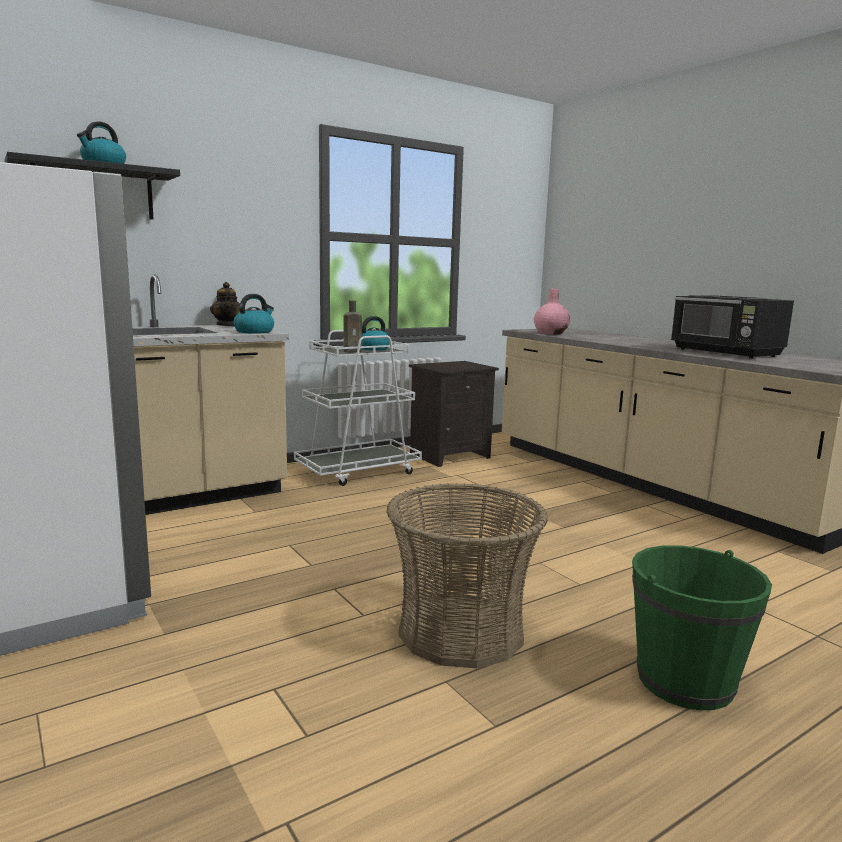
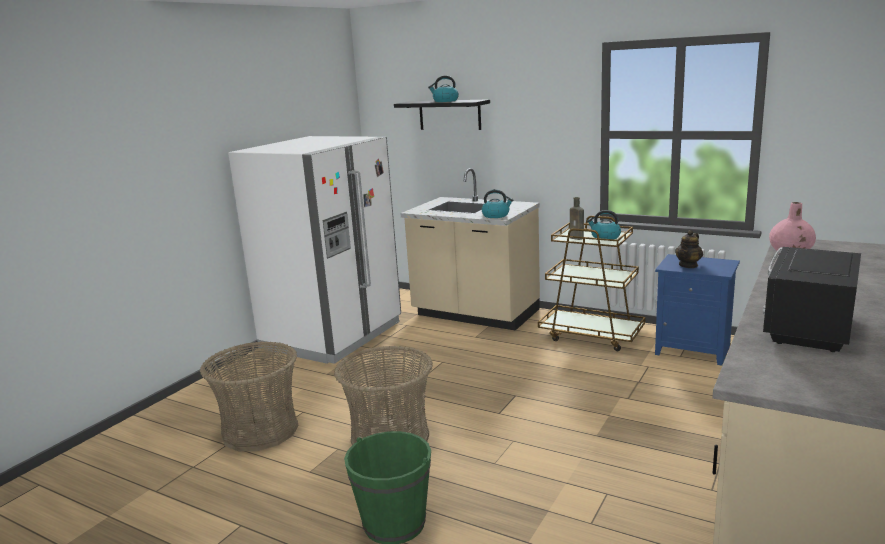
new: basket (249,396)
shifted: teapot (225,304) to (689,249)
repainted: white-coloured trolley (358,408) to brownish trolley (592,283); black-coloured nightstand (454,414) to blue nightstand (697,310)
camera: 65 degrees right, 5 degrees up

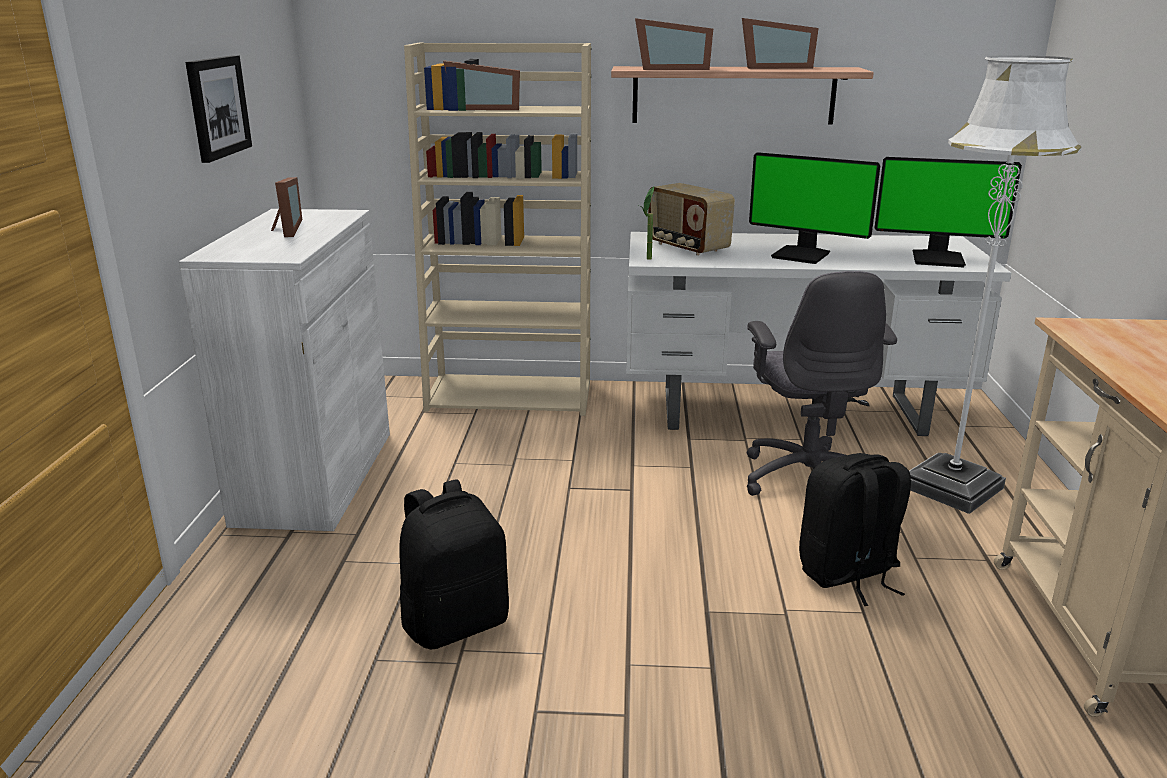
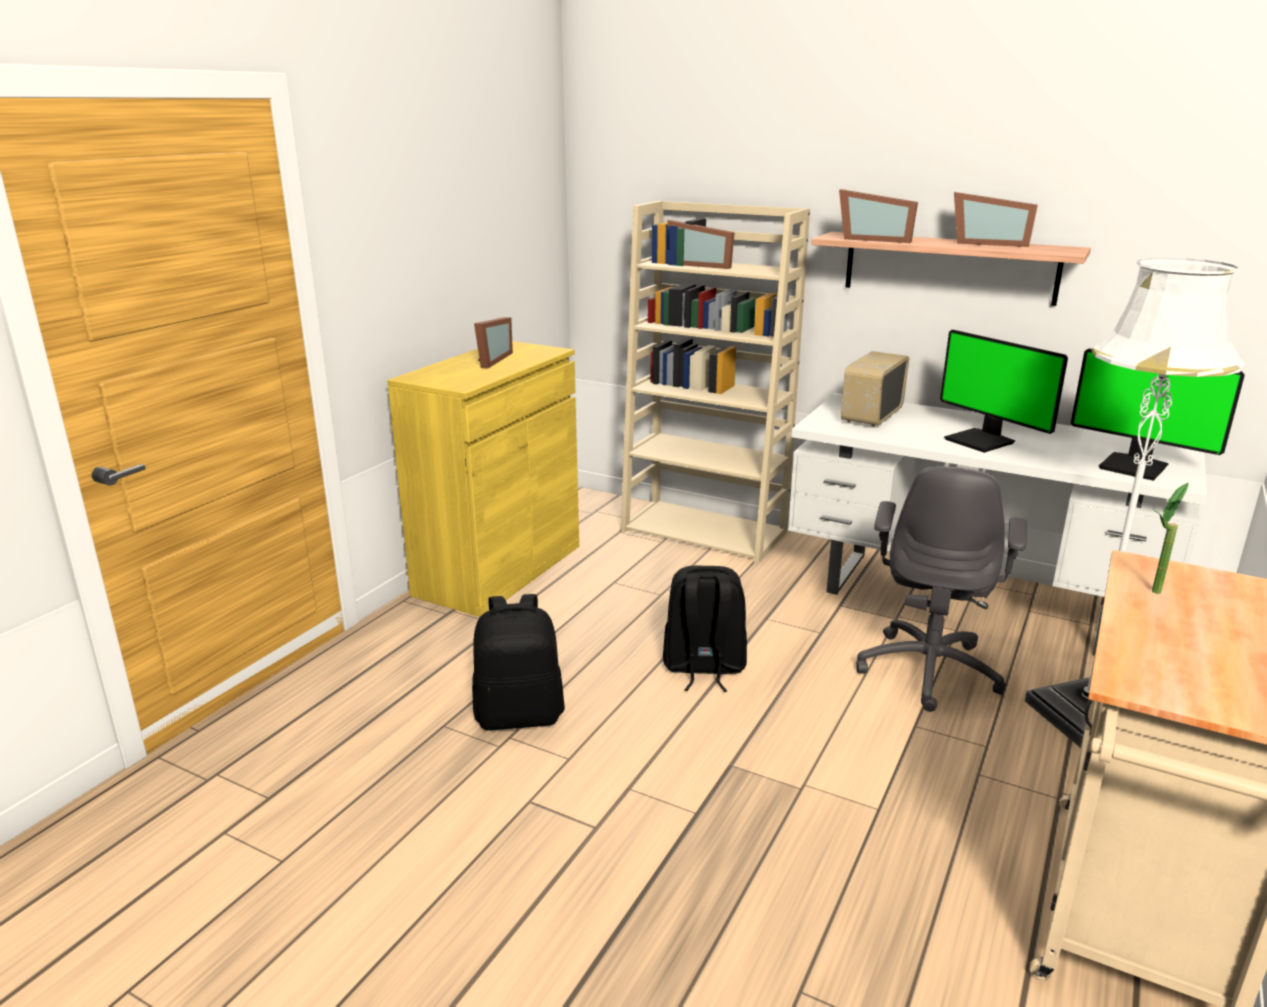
gone: picture (218,109)
shifted: potted plant (646,223) to (1170,538); black-coloured backpack (855,529) to (705,629)
repainted: white-coloured storage cabinet (284,370) to yellow-coloured storage cabinet (483,479)
rotated: radio (691,219) = (875,389) 45 degrees clockwise
camera: 25 degrees right, 0 degrees up

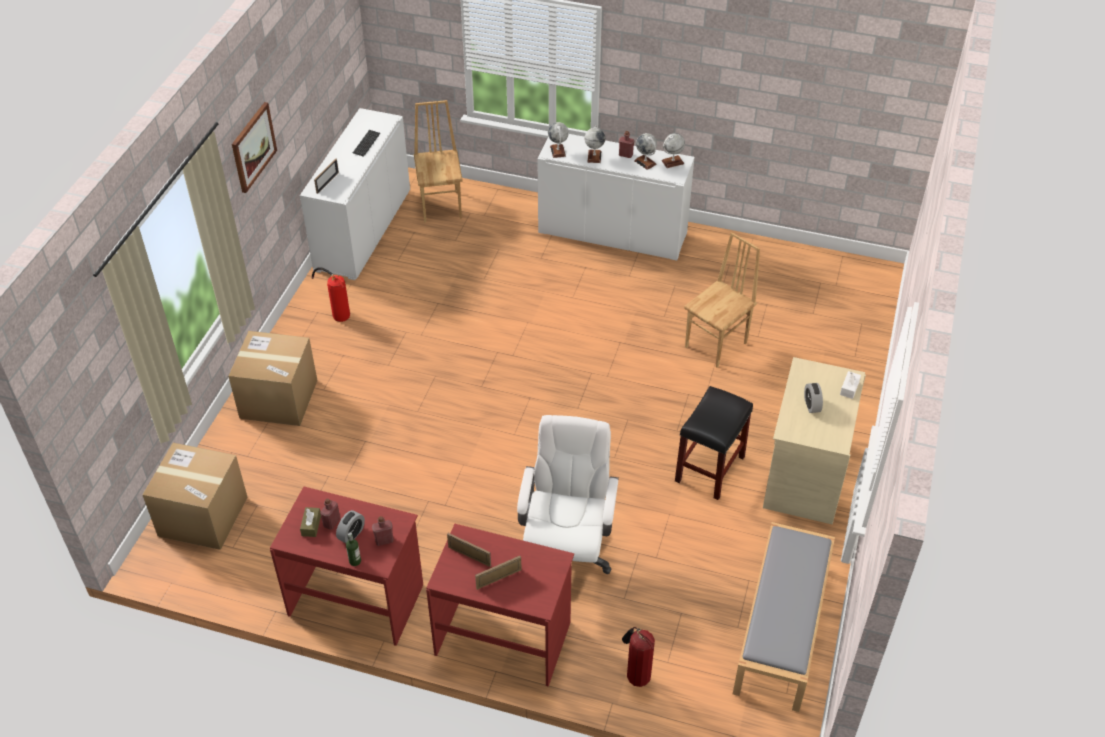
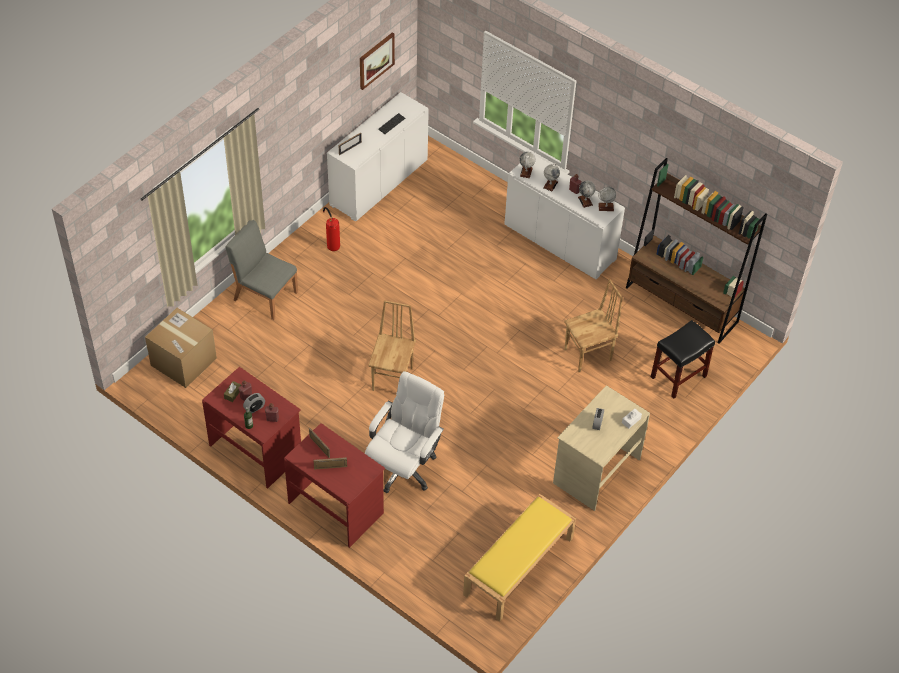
gone: extinguisher (638,657)
new: brownish bookcase (696,251)
shifted: picture (254,147) to (377,61); brownish plain chair (438,161) to (392,345); black-coloured sitting stool (714,443) to (683,359)
swapped: carton (273,378) to greyish plain chair (262,270)
repainted: greyish bench (784,617) to yellow-coloured bench (519,557)
camera: 20 degrees right, 5 degrees up

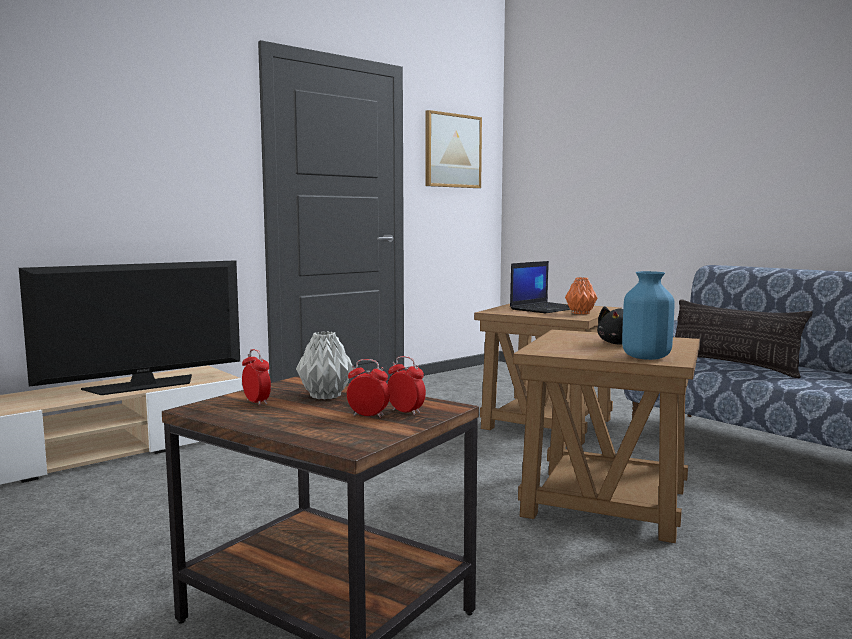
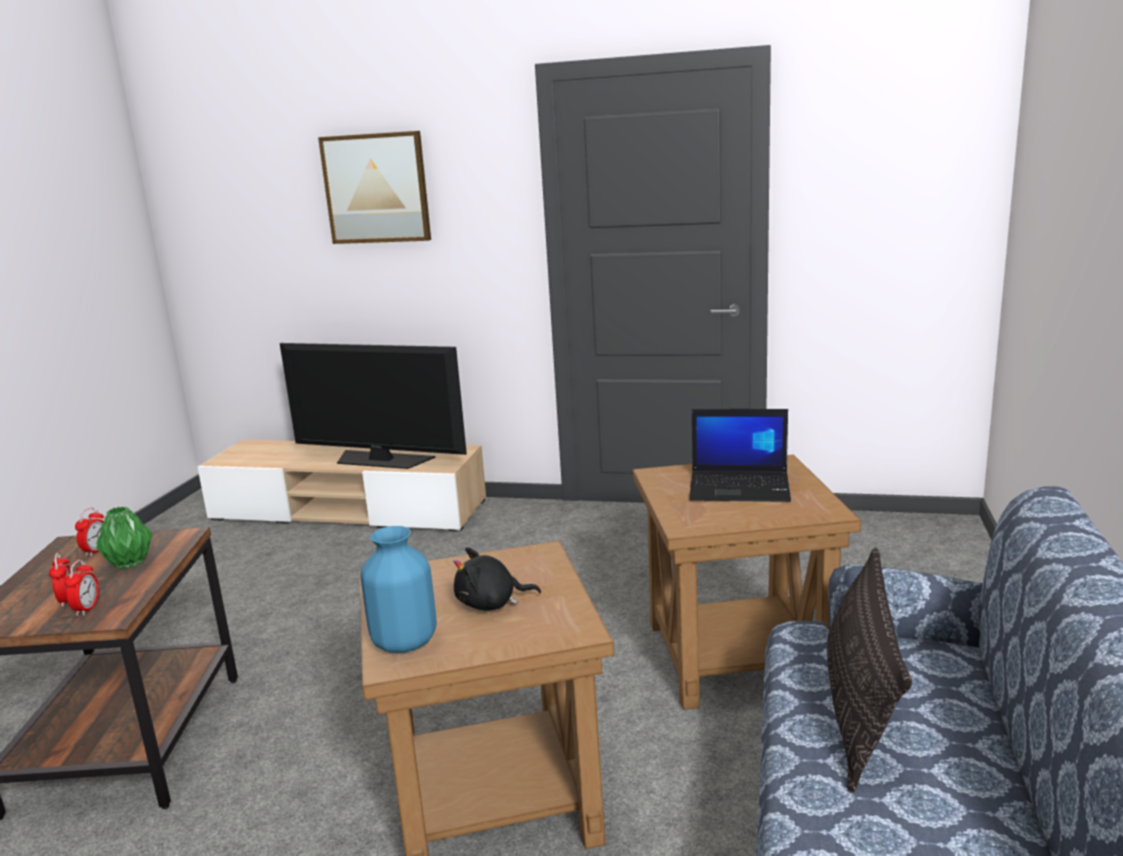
gone: orange decorative vase (581,295)
shifted: picture (454,149) to (374,187)
repainted: greyish decorative vase (324,365) to greenish decorative vase (124,537)
camera: 55 degrees right, 10 degrees up

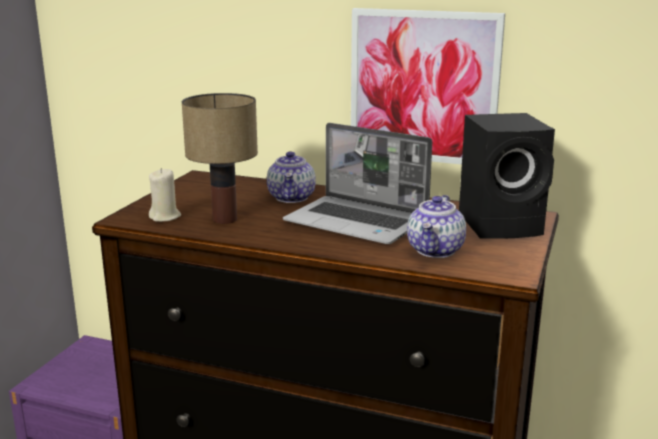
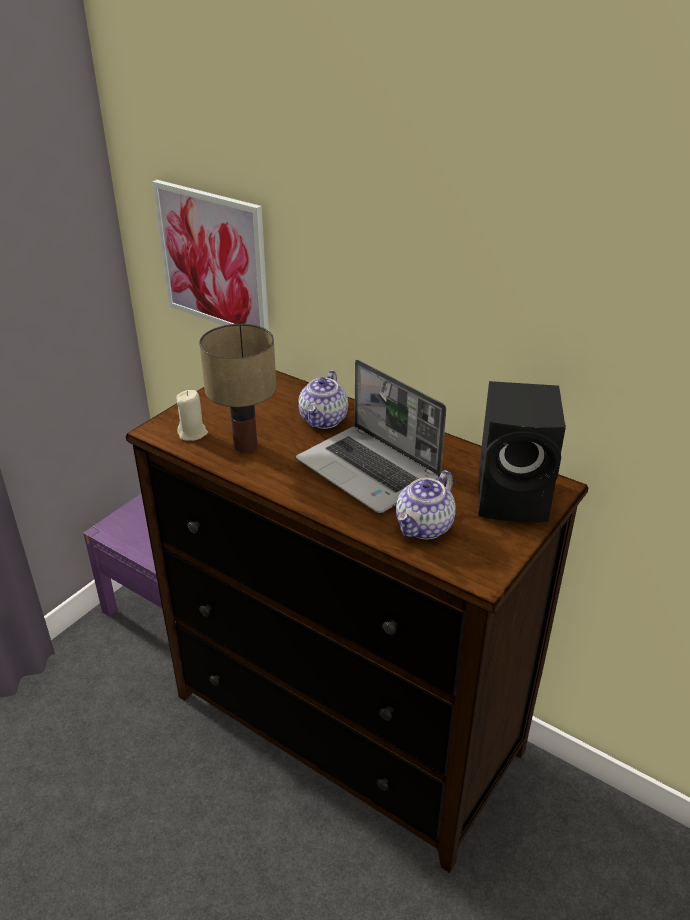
shifted: picture (428,86) to (210,255)
camera: 15 degrees right, 15 degrees up

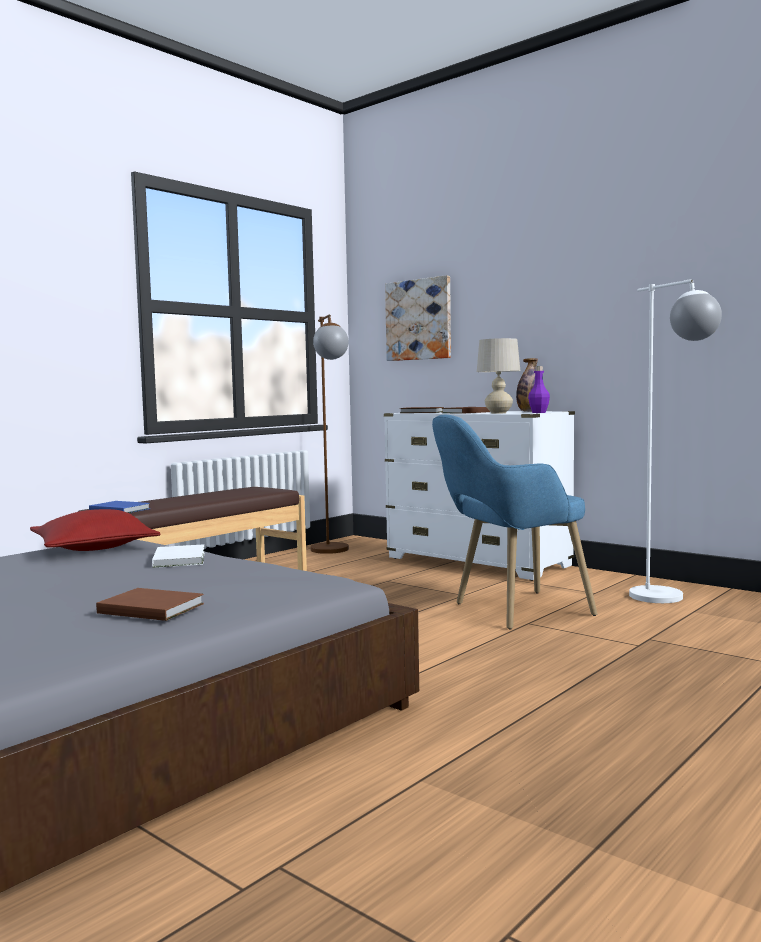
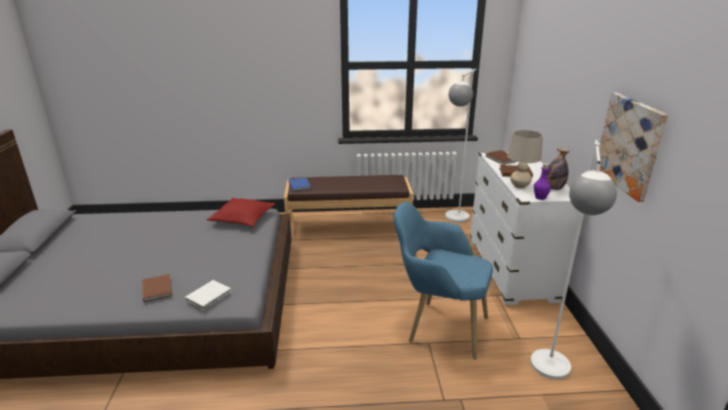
shifted: white-coloured volume (178,556) to (208,295); picture (418,318) to (631,147)
repainted: brownish standing lamp (330,434) to white-coloured standing lamp (461,146)
camera: 45 degrees right, 20 degrees up

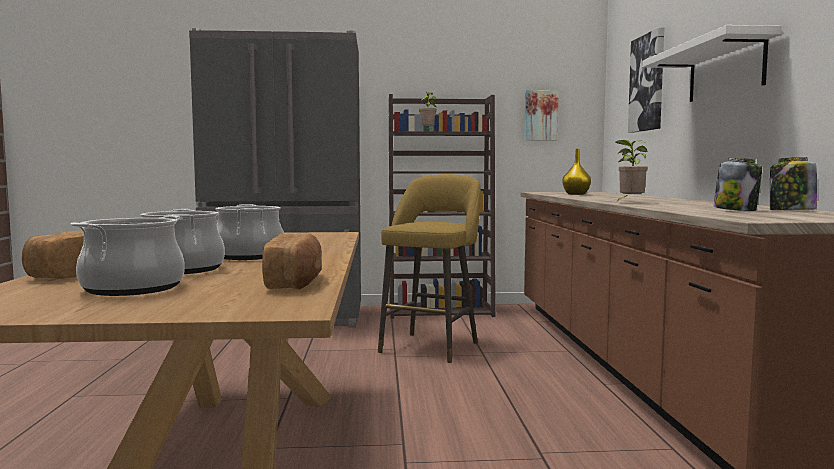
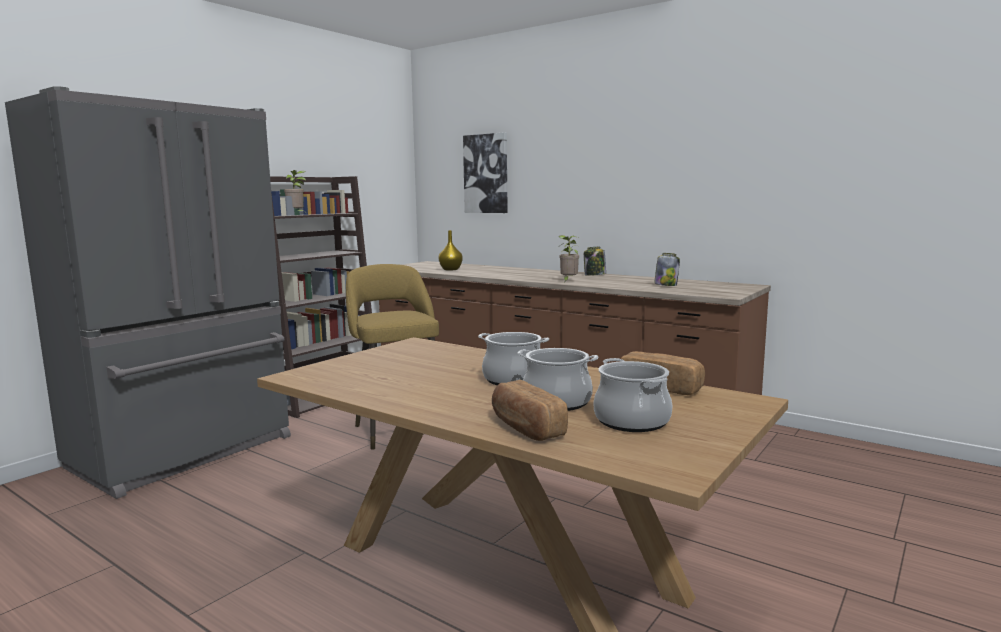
gone: picture (541,115); white-coloured shelf (712,63)
shifted: preserve jar (793,183) to (595,261)
camera: 50 degrees left, 5 degrees up

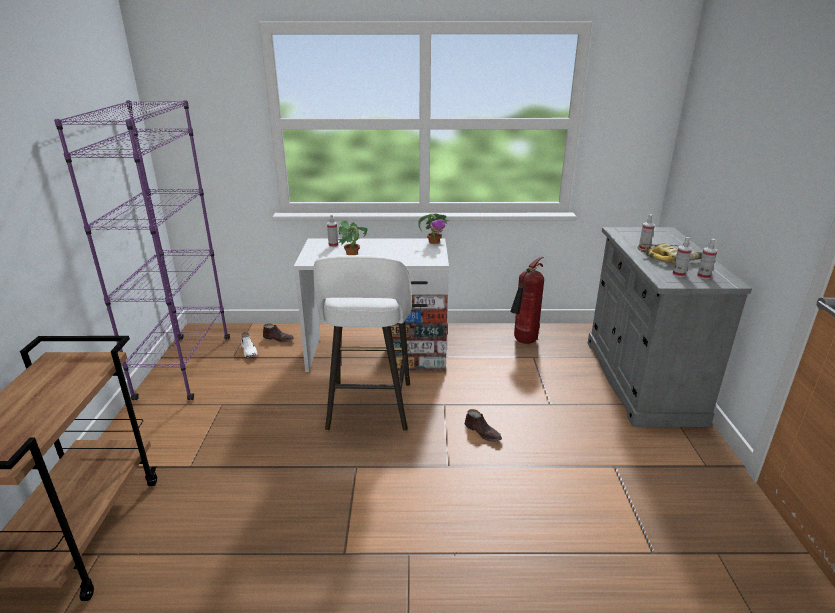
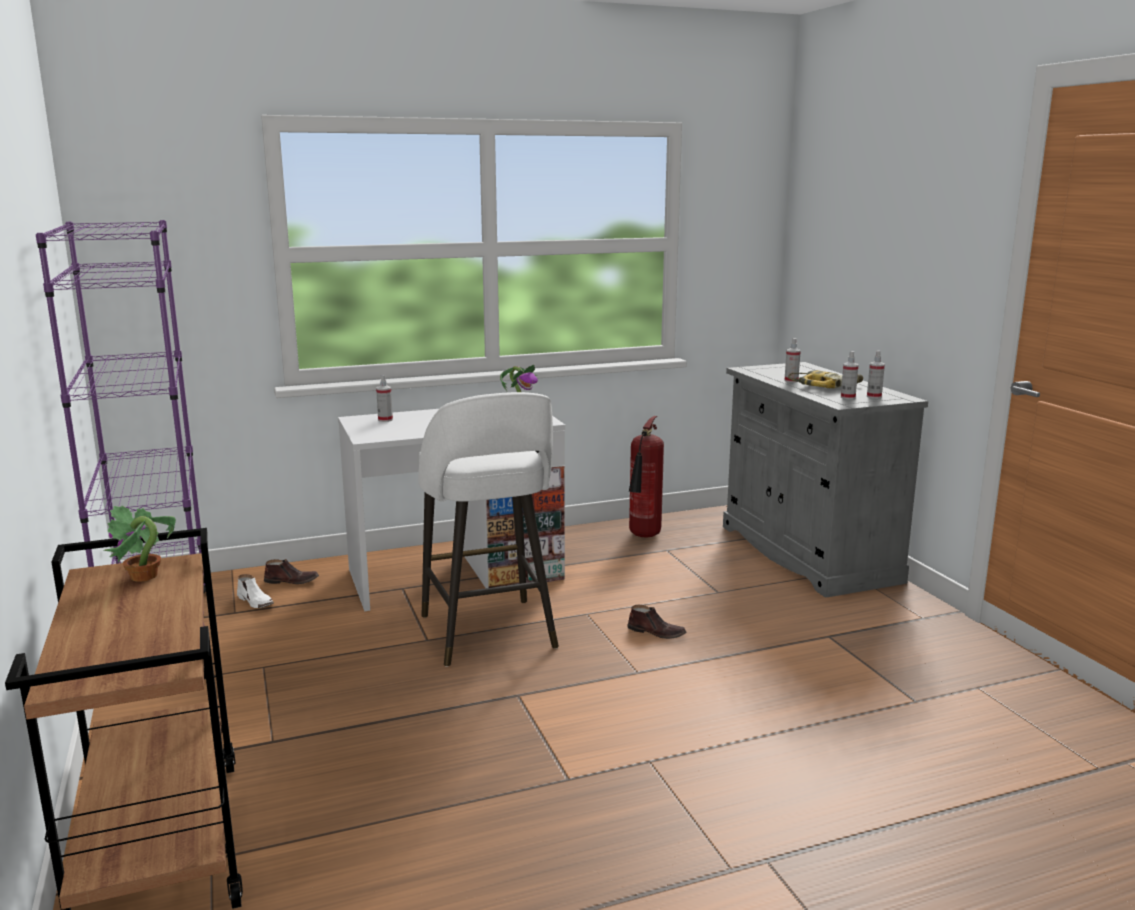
shifted: potted plant (352,237) to (140,543)
camera: 20 degrees left, 10 degrees down

